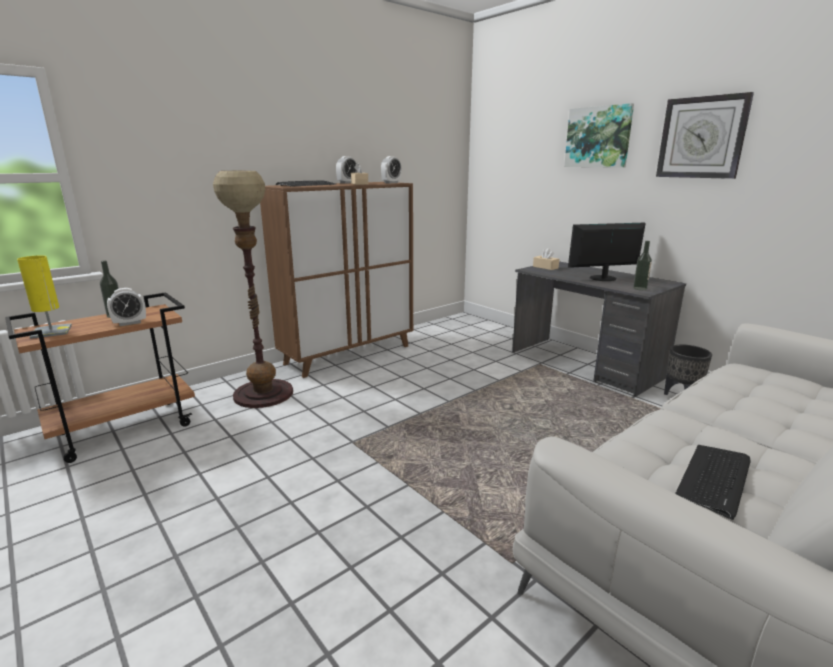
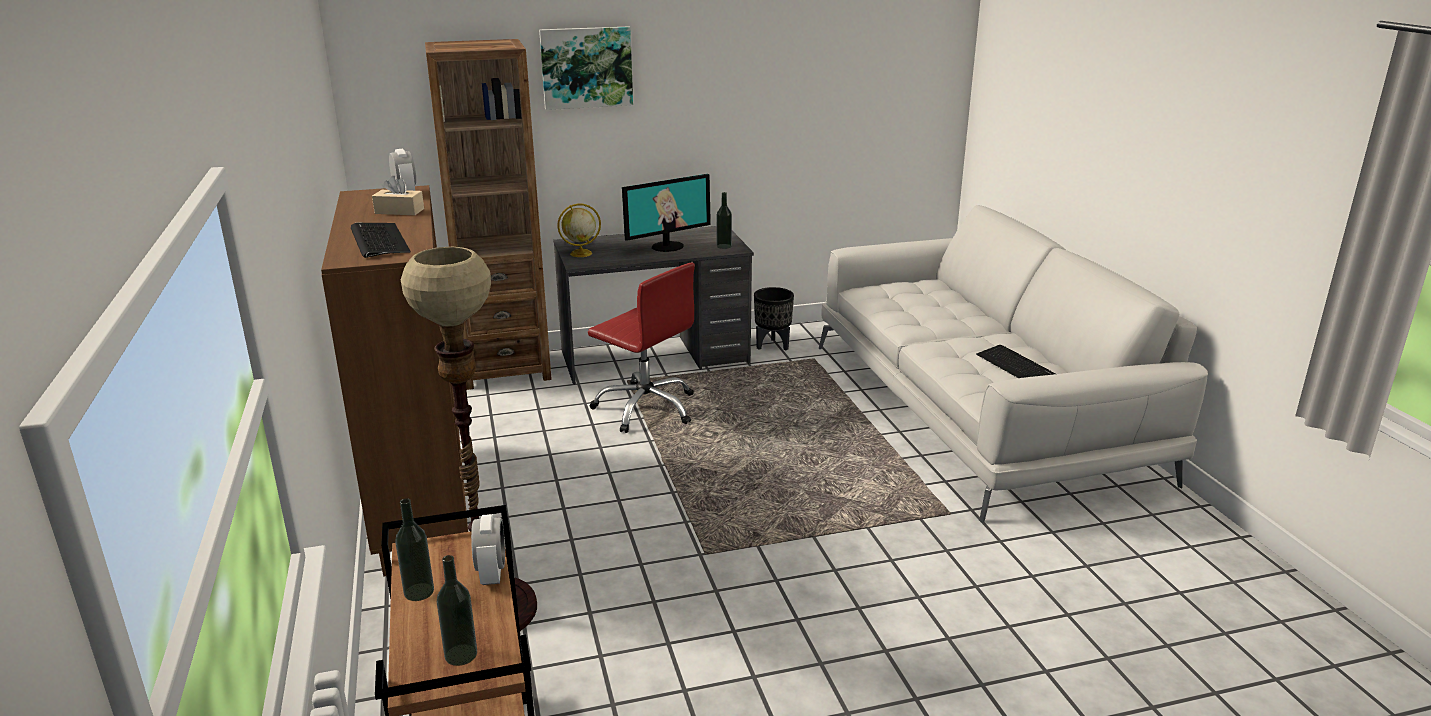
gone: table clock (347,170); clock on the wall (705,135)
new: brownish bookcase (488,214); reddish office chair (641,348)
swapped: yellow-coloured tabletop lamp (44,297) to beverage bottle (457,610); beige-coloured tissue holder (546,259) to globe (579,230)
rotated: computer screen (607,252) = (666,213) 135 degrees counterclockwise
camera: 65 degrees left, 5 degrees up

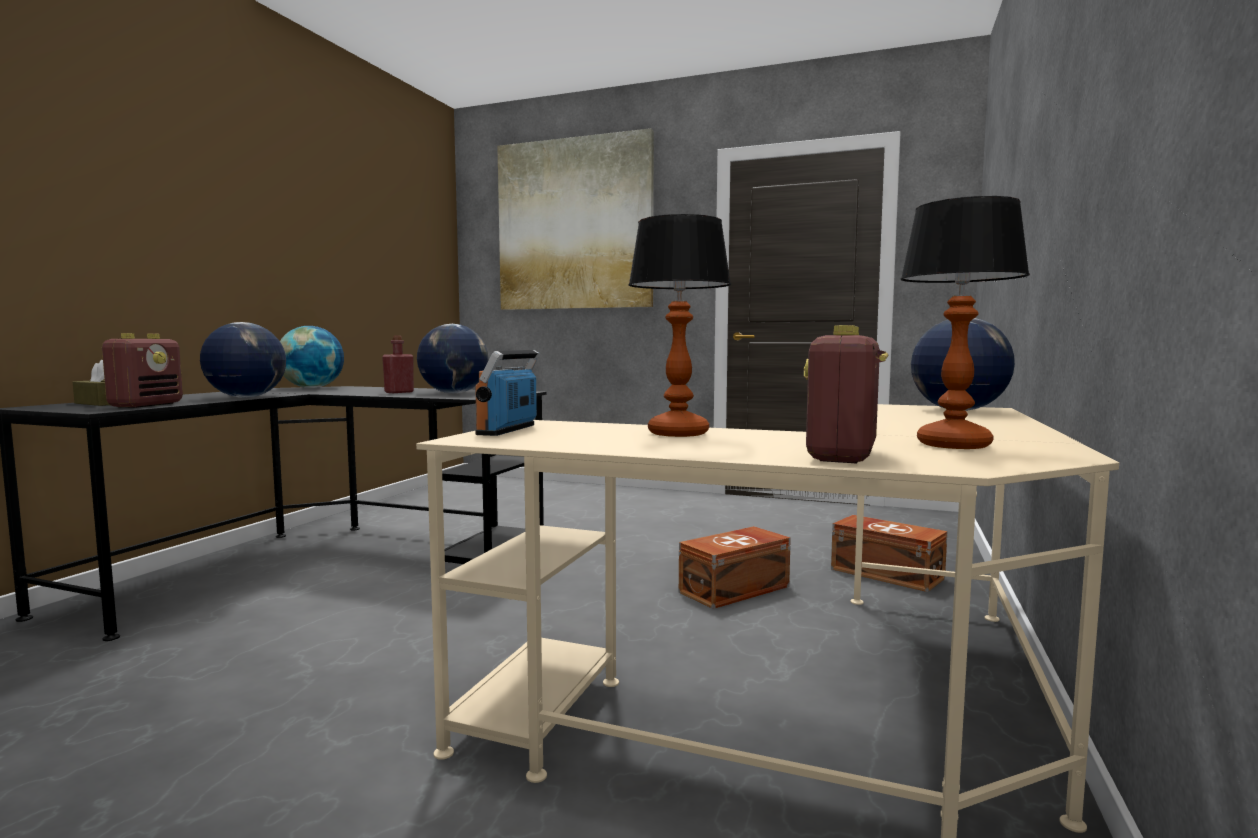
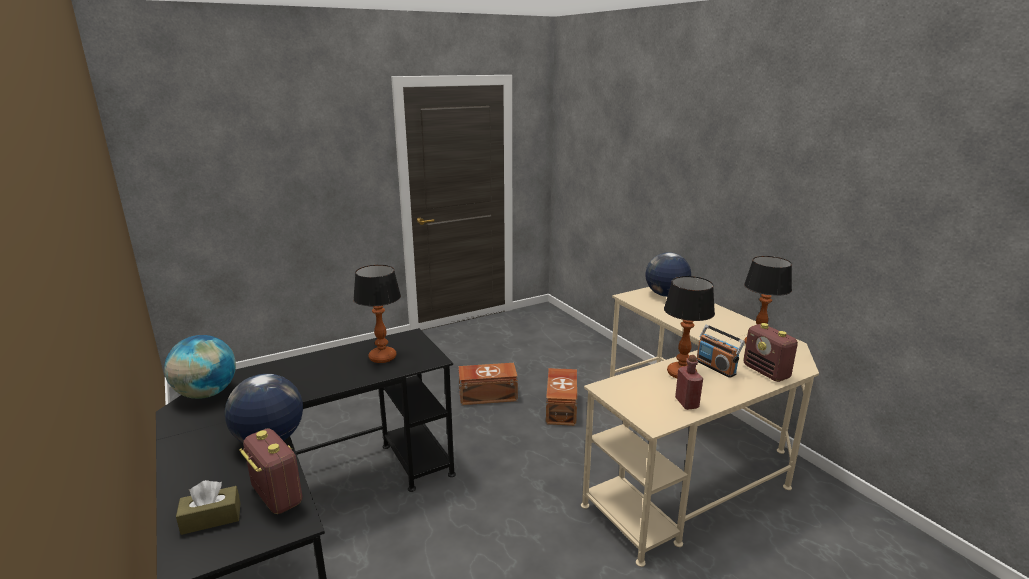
gone: picture (575,219)
shifted: reddish beverage bottle (398,364) to (689,382); radio (507,393) to (721,351); brownish storage container (889,553) to (488,384)
swapped: globe (453,358) to tabletop lamp (377,314)
camera: 50 degrees left, 15 degrees up

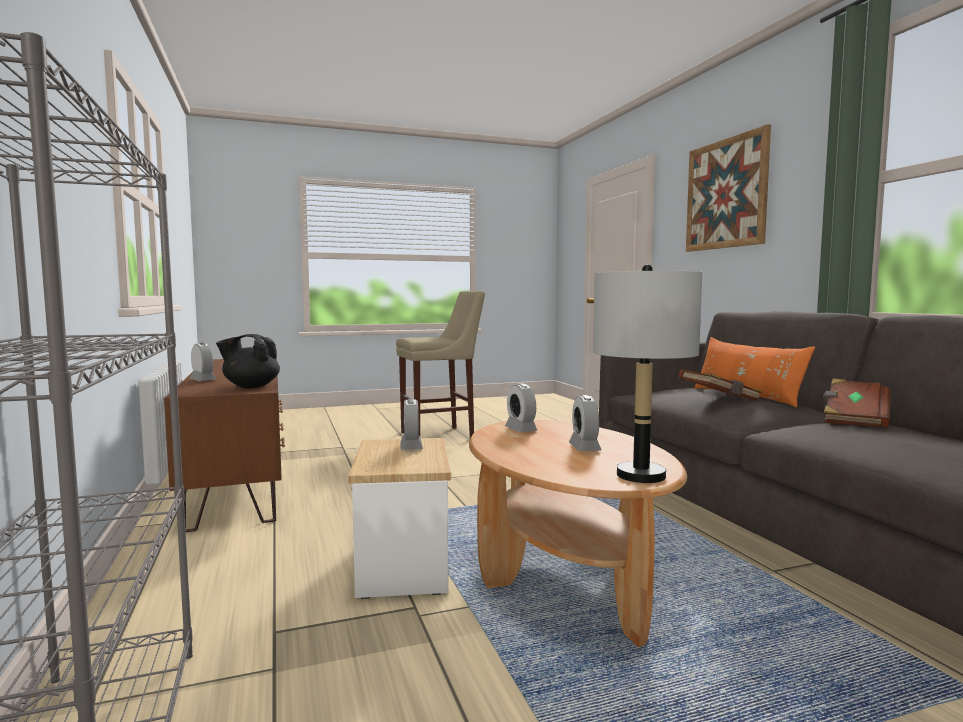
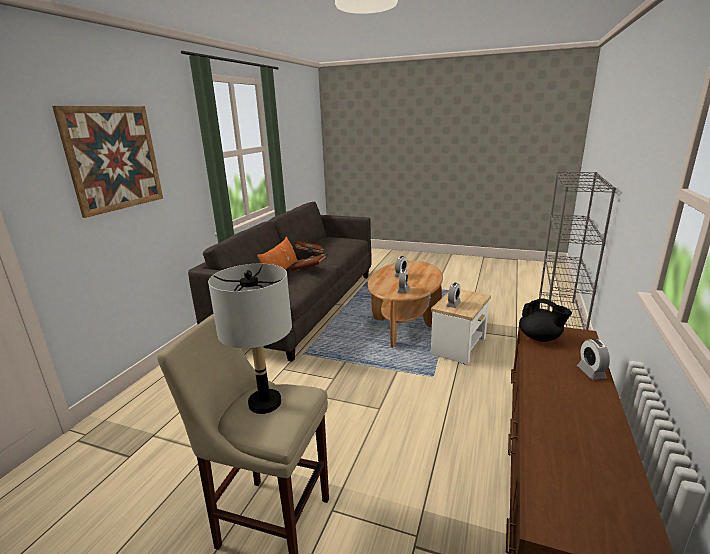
shifted: greyish tabletop lamp (647,373) to (250,339)
camera: 140 degrees left, 15 degrees up

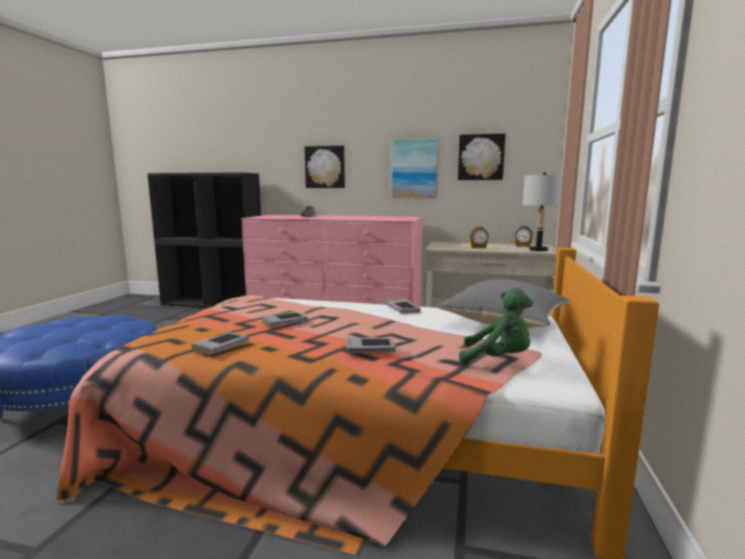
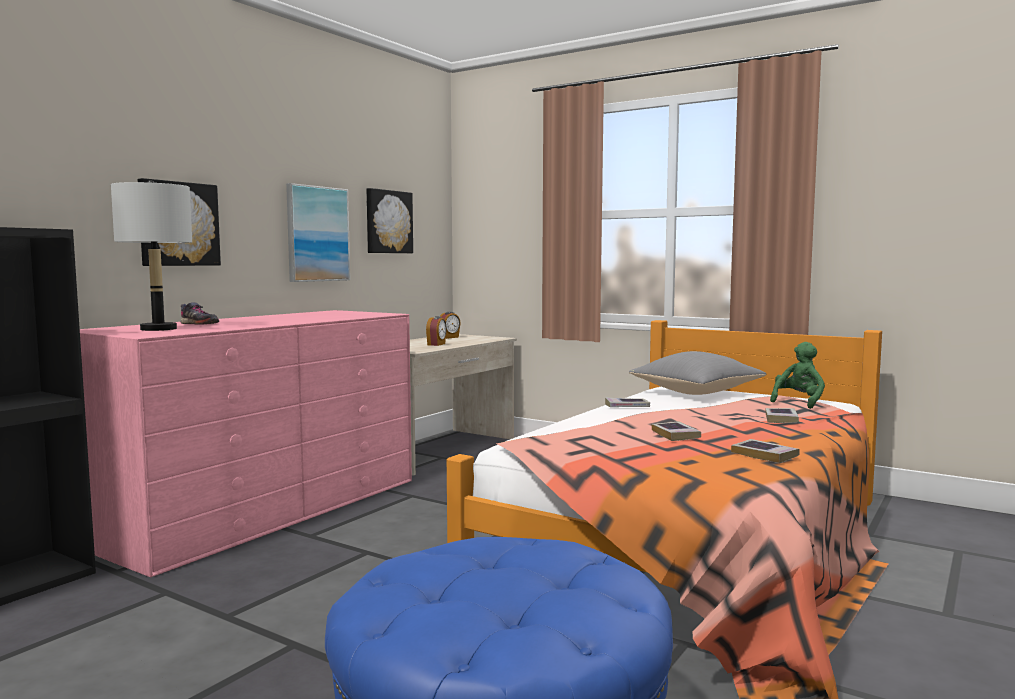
shifted: greyish tabletop lamp (543,211) to (151,255)
camera: 70 degrees left, 5 degrees down

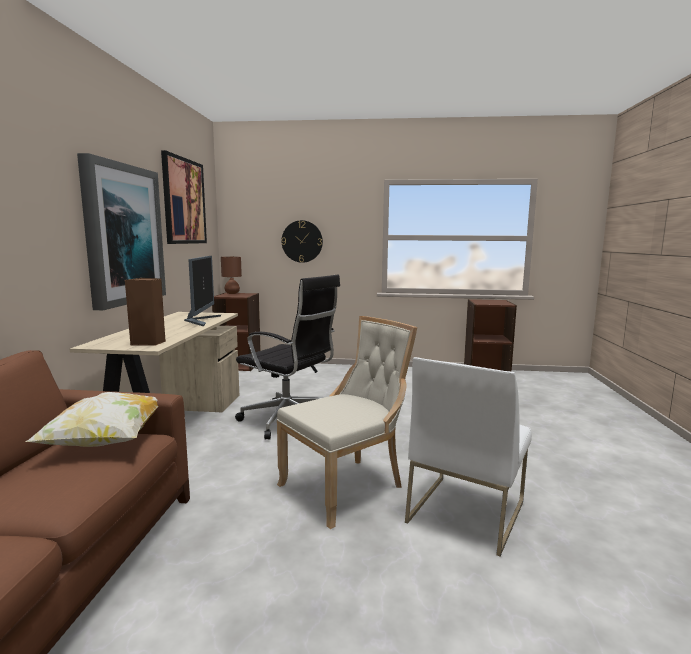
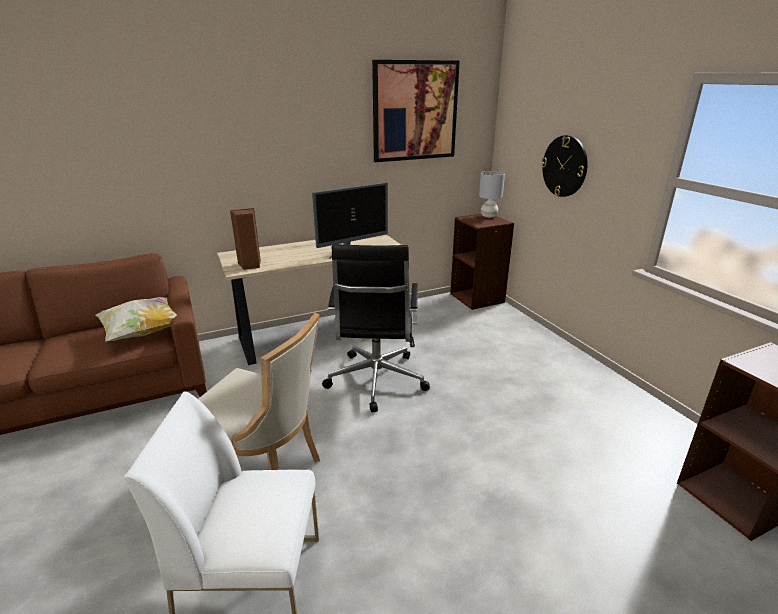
gone: picture (121,231)
repainted: brownish tabletop lamp (231,275) to greyish tabletop lamp (492,194)
camera: 60 degrees right, 15 degrees up

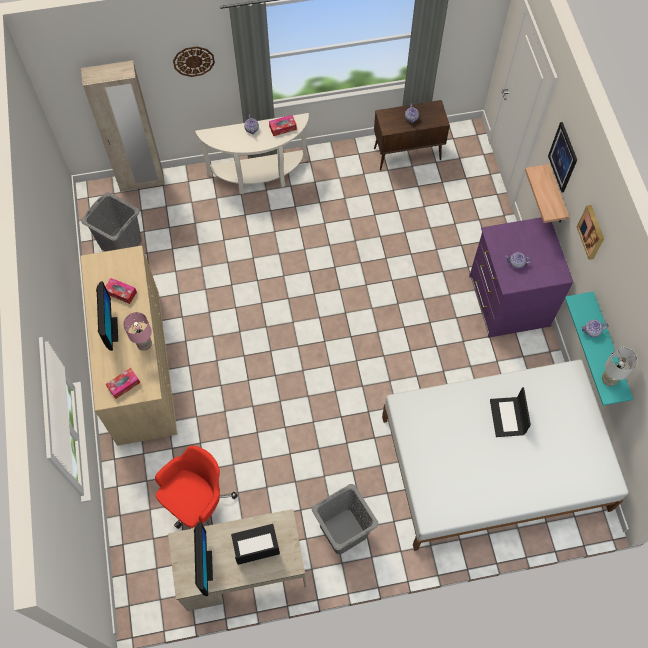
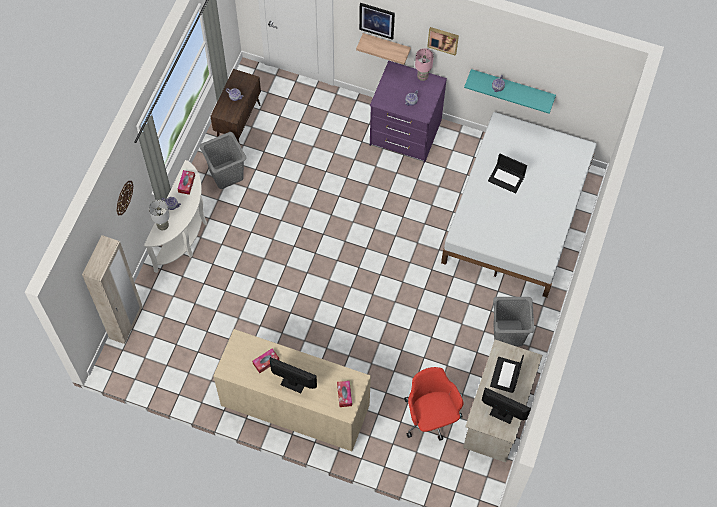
shifted: greyish hamper (111,222) to (222,160); pink-coloured tabletop lamp (137,331) to (424,64); greyish tabletop lamp (620,366) to (159,215)
camera: 60 degrees left, 0 degrees up

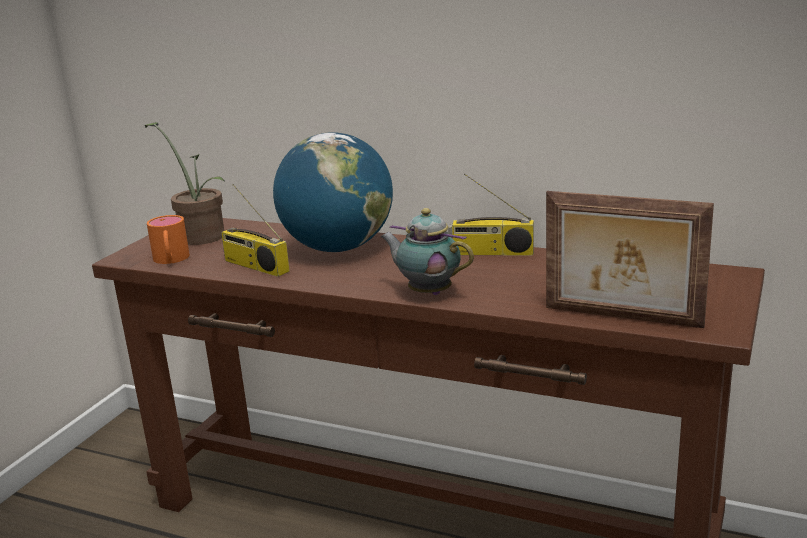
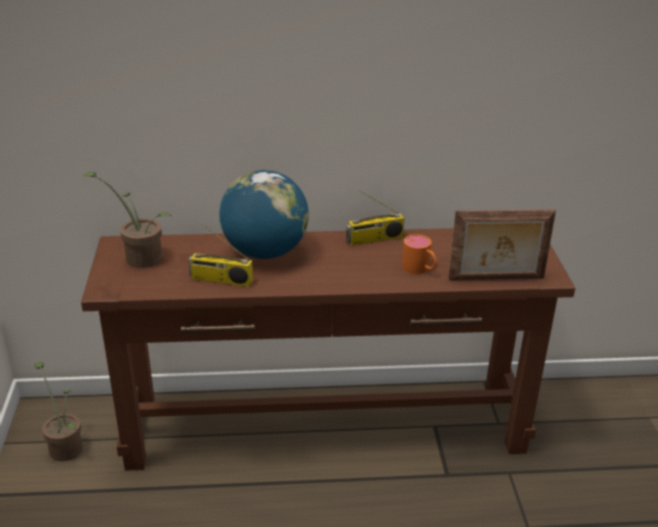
gone: teapot (427,251)
new: potted plant (58,411)
shifted: orange tea mug (168,239) to (419,254)
camera: 30 degrees left, 10 degrees up

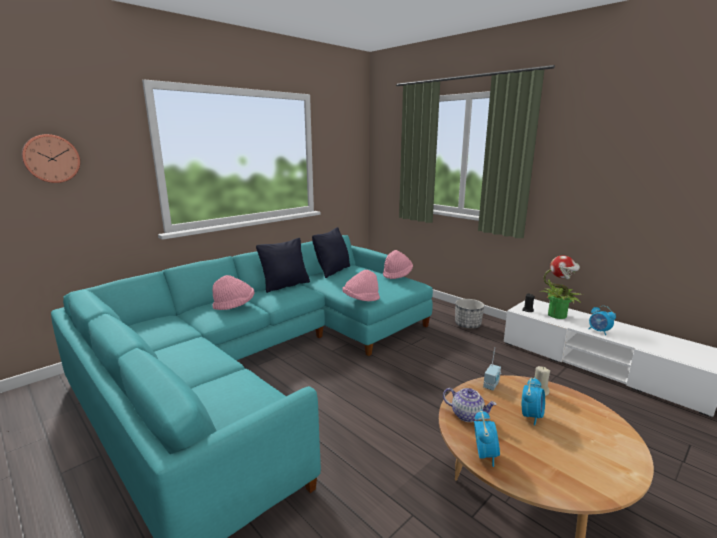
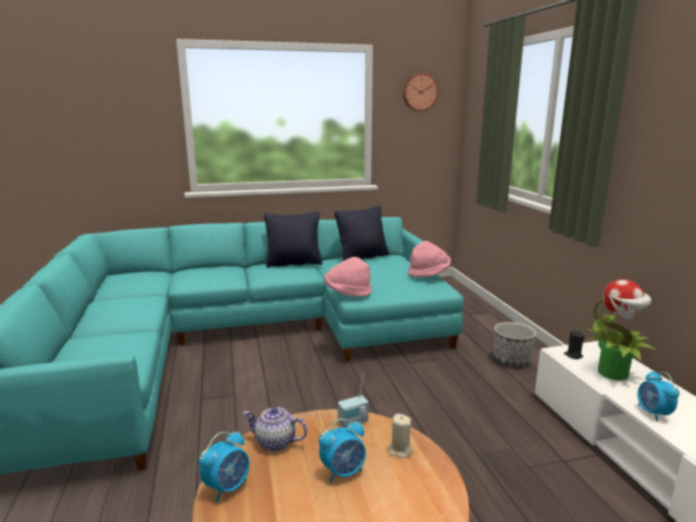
gone: pink-coloured wearable hat (233,292)
shifted: clock on the wall (51,158) to (420,92)
rotated: teapot (470,405) = (275,429) 135 degrees clockwise
camera: 30 degrees right, 0 degrees up

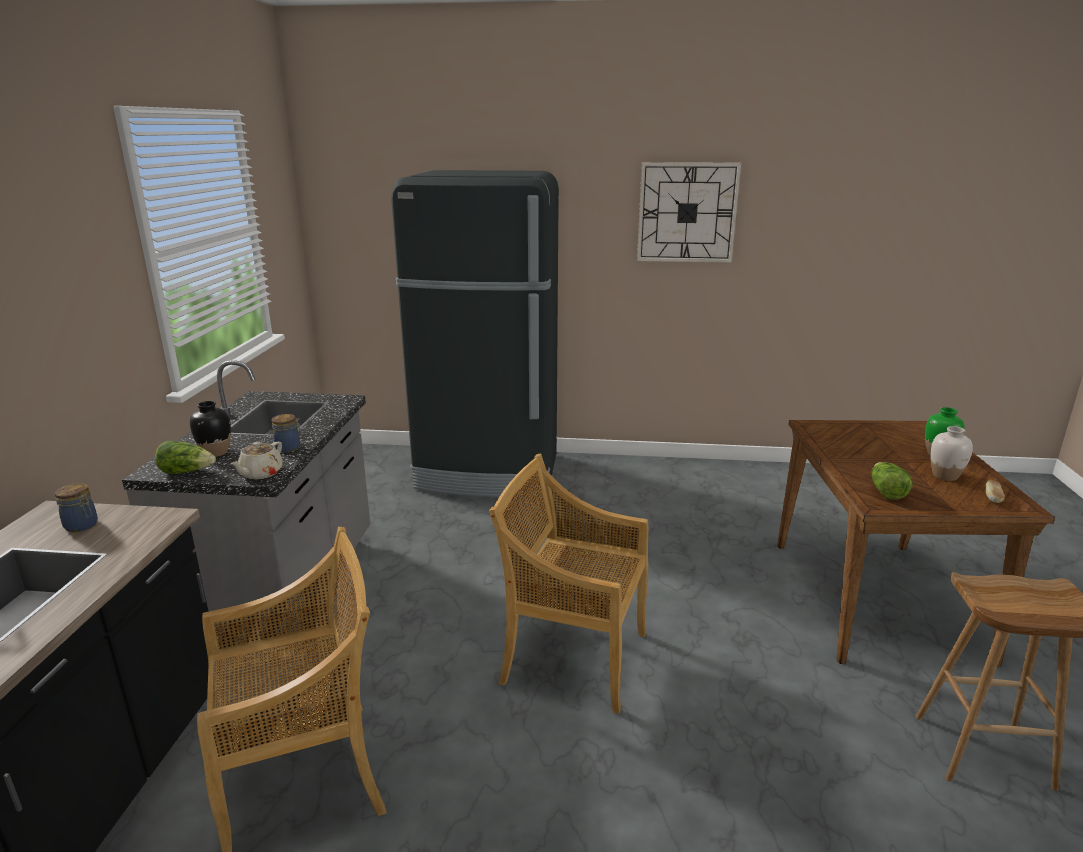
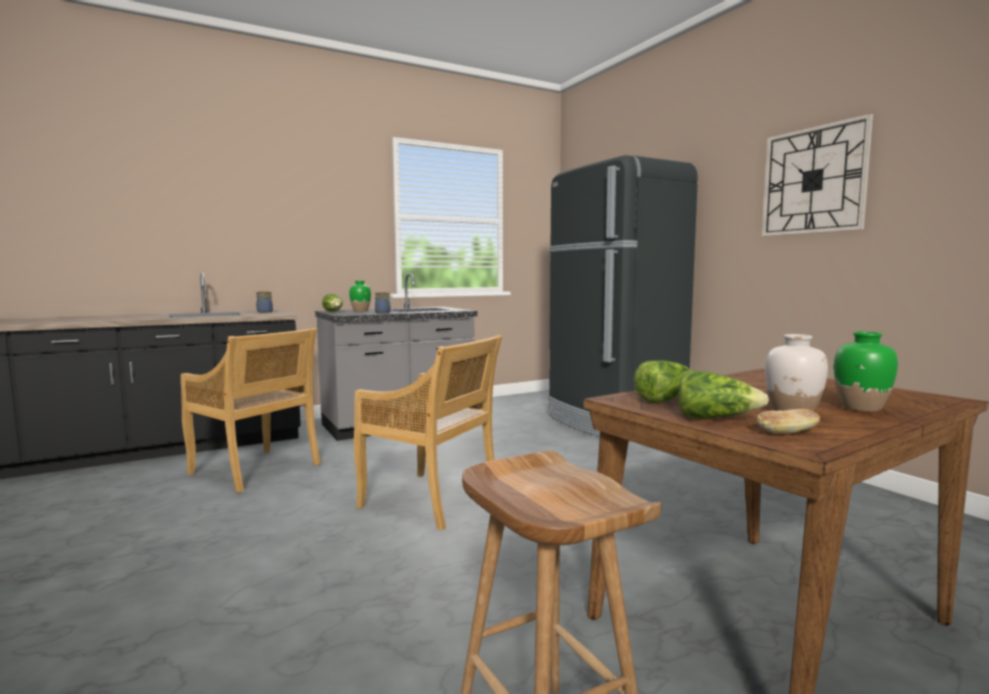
gone: beige-coloured teapot (256,460)
new: lettuce head (723,394)
repainted: black-coloured decorative vase (210,429) to greenish decorative vase (360,296)
rotated: beige-coloured plain chair (568,584) = (428,432) 135 degrees clockwise
camera: 55 degrees right, 15 degrees down

